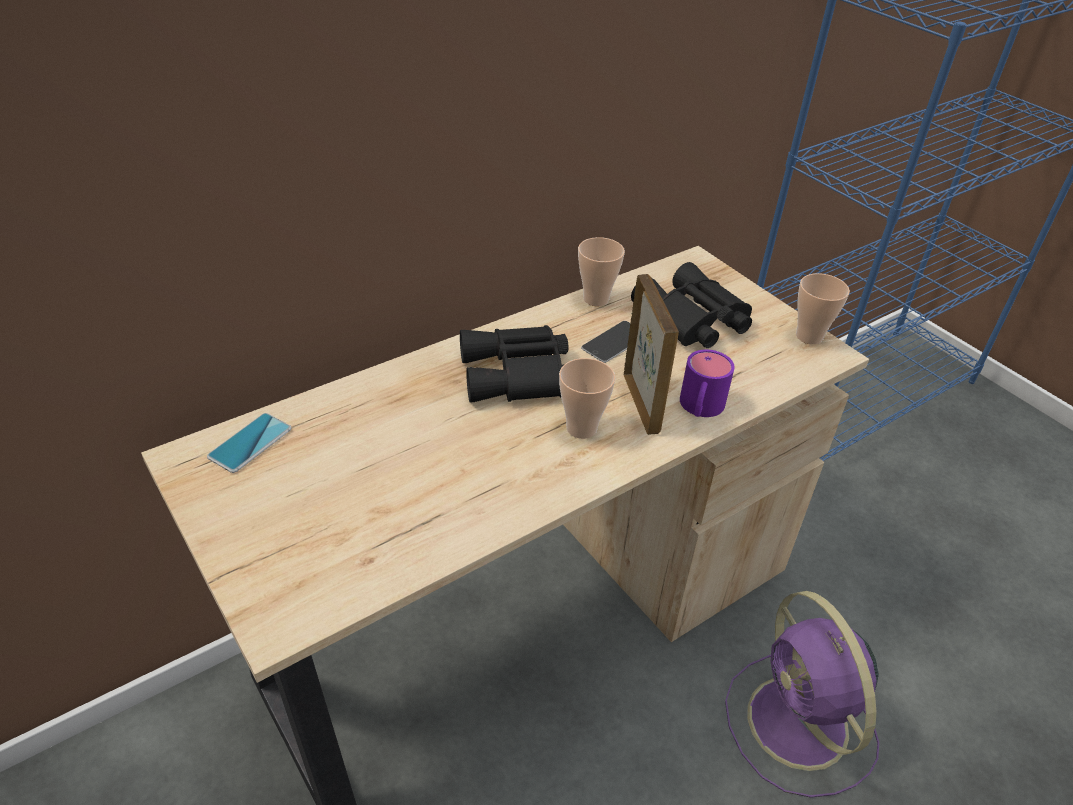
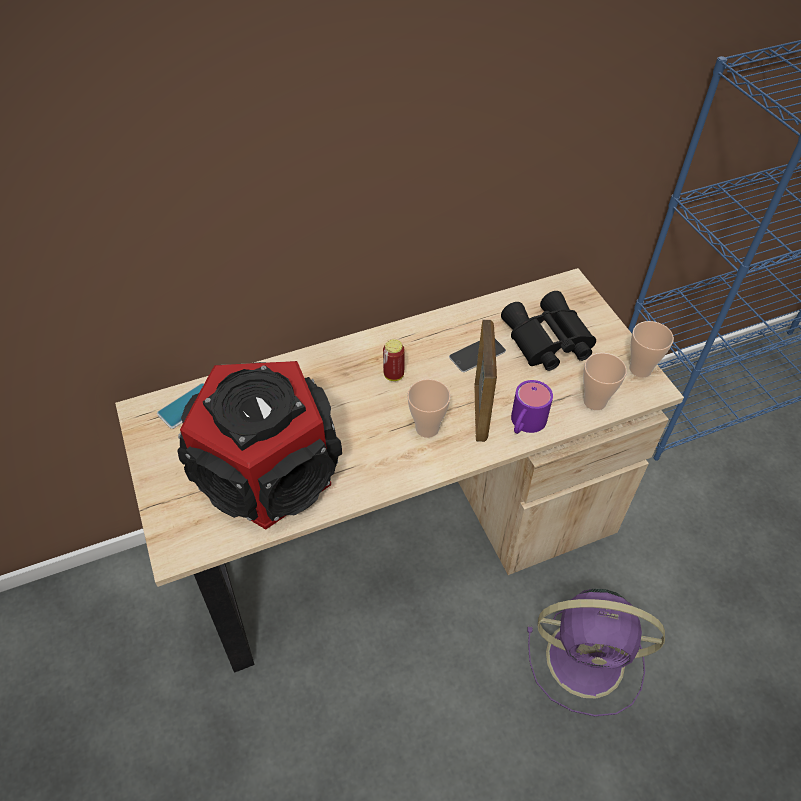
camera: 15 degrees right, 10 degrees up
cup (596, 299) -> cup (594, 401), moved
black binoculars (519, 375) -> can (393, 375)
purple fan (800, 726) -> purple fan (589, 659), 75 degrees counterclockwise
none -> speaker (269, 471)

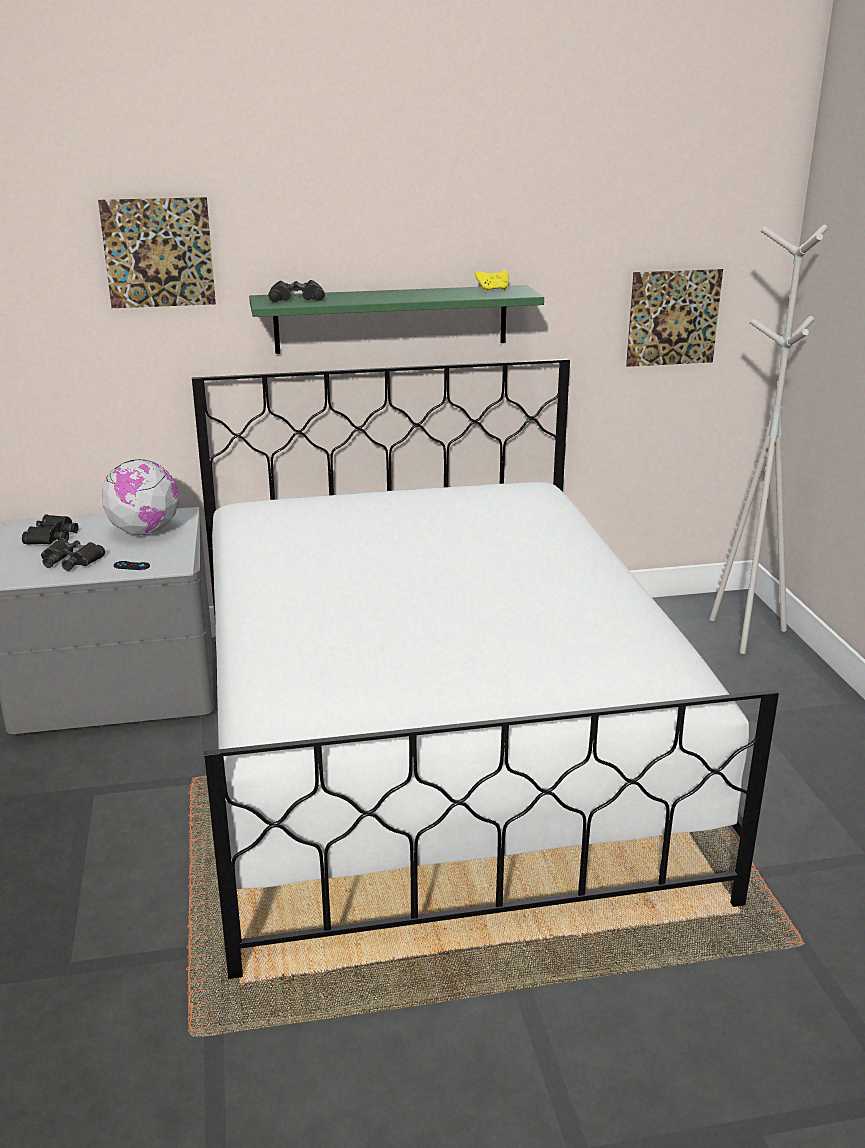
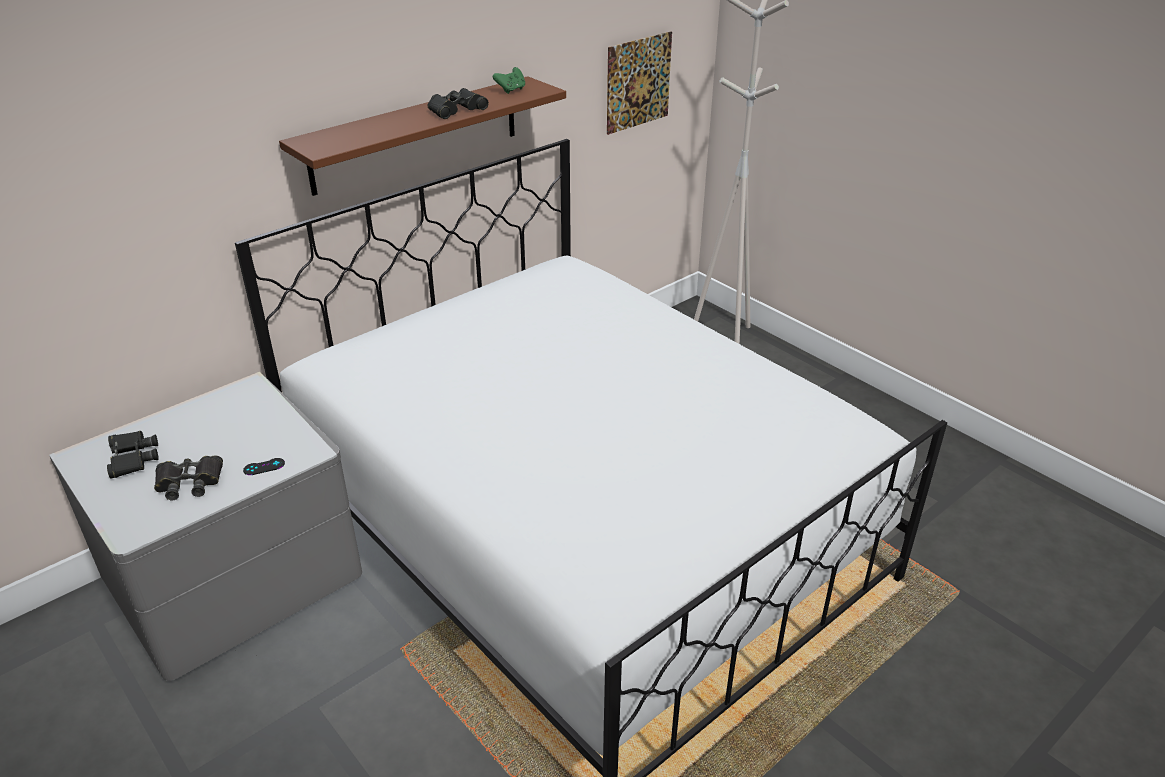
camera: 30 degrees left, 10 degrees up
picture (158, 253) -> none
yellow game controller (493, 291) -> green game controller (511, 90)
black binoculars (296, 298) -> black binoculars (456, 110), moved
green shelf (391, 319) -> brown shelf (416, 134)
globe (145, 531) -> none

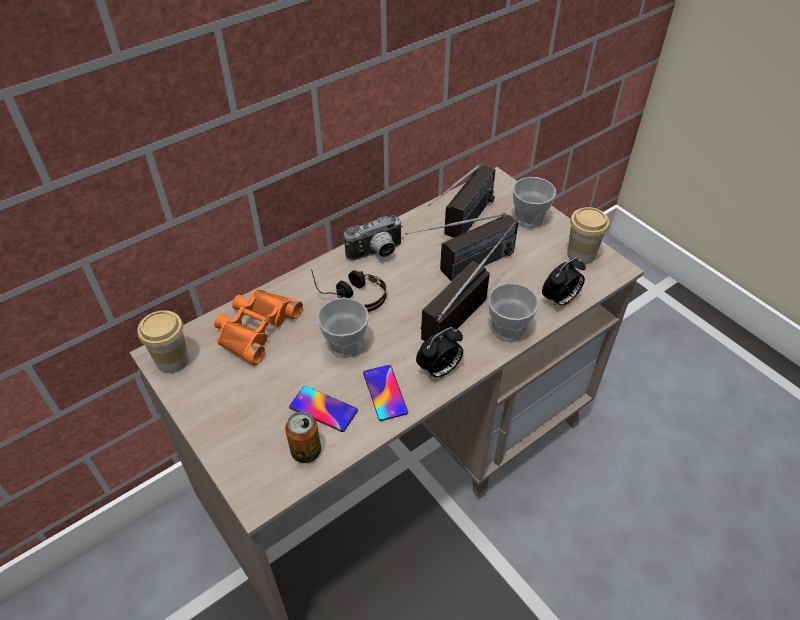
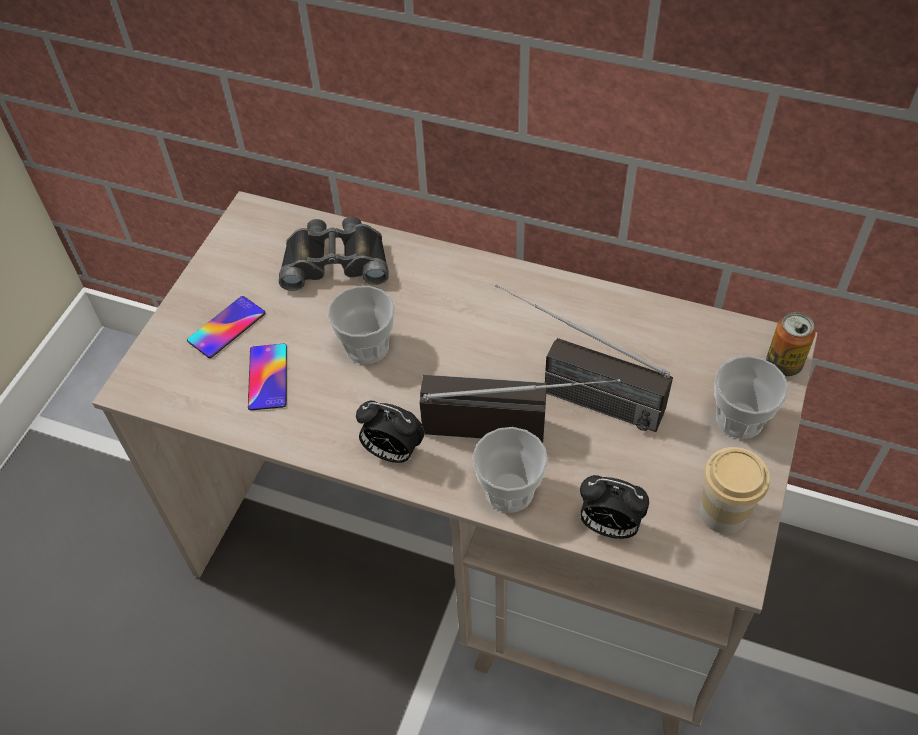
camera: 60 degrees right, 5 degrees up
radio (461, 228) -> none
photo camera (376, 254) -> none
headphones (350, 293) -> none
orange binoculars (255, 328) -> black binoculars (335, 260)
cup (172, 360) -> none
phone (385, 392) -> phone (226, 327), moved
can (306, 451) -> can (783, 364), moved

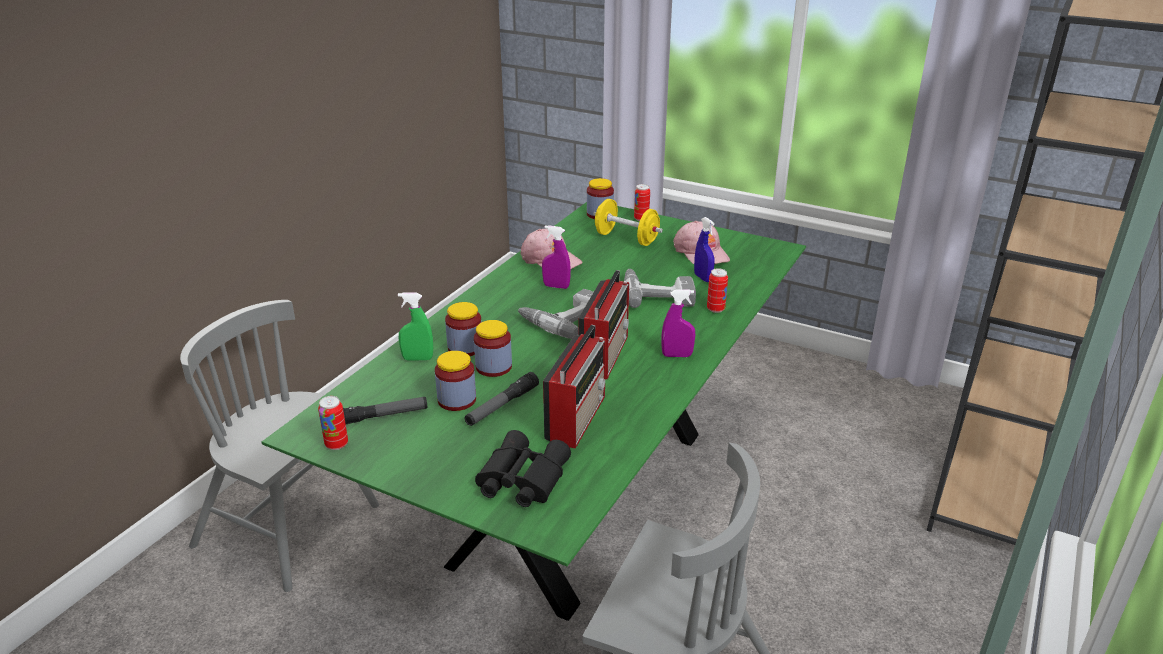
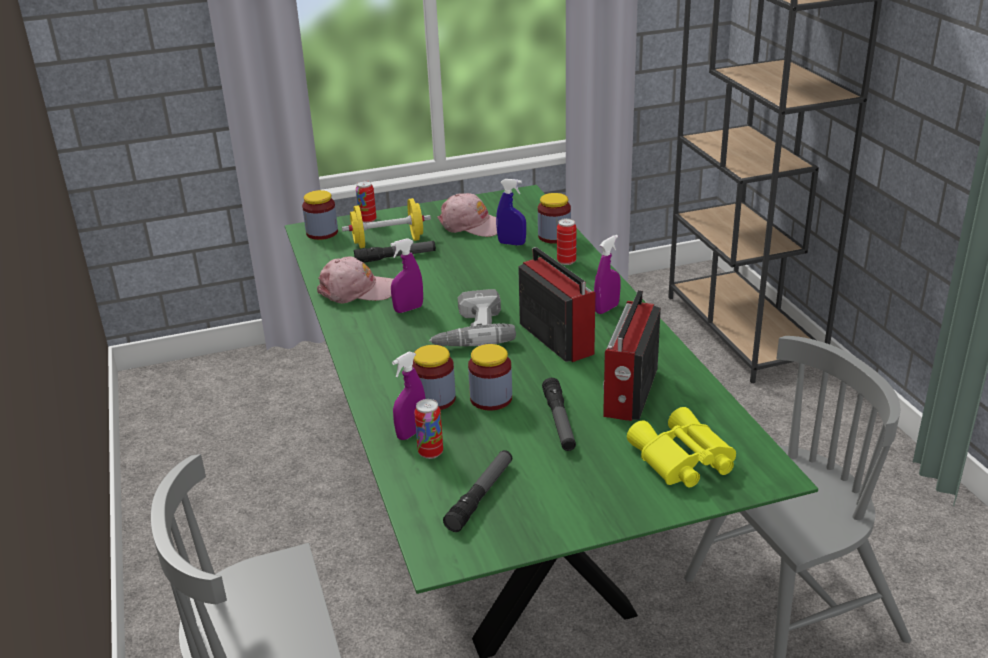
camera: 45 degrees left, 0 degrees up
power drill (657, 294) -> none
green spray bottle (417, 359) -> purple spray bottle (411, 433)
radio (577, 417) -> radio (629, 393), 135 degrees counterclockwise
jar (457, 400) -> jar (554, 236), moved
can (336, 444) -> can (430, 453), moved
black binoculars (520, 479) -> yellow binoculars (681, 460)
none -> flashlight (395, 257)

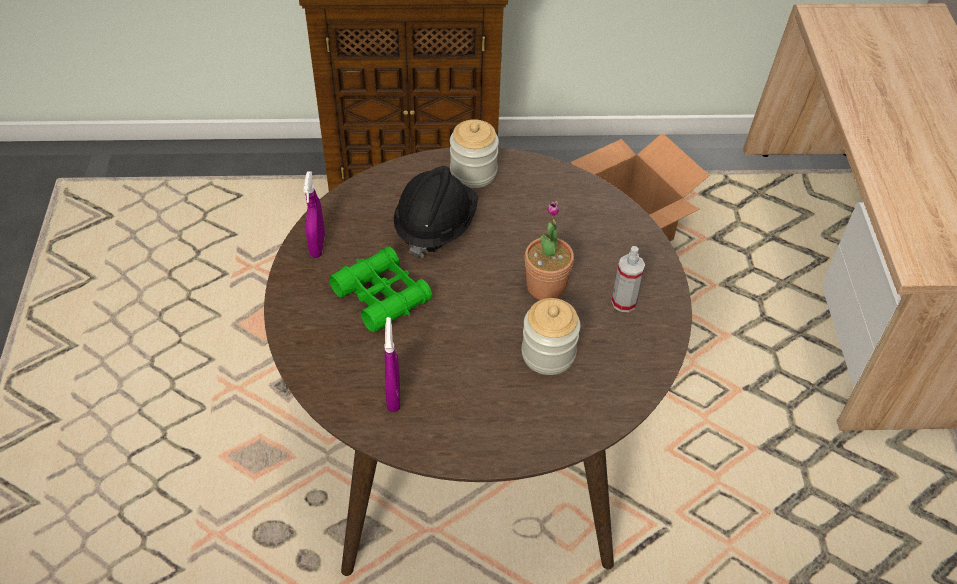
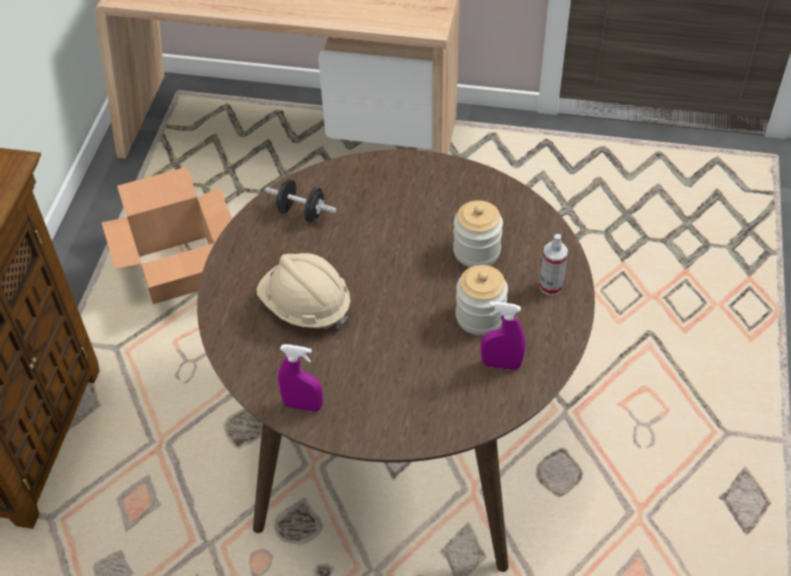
camera: 75 degrees left, 0 degrees up
jar (473, 172) -> jar (480, 316), moved
black hard hat (435, 226) -> beige hard hat (305, 306)
potted plant (546, 286) -> none
green binoculars (382, 296) -> none
spray bottle (624, 302) -> spray bottle (550, 286), moved
none -> black dumbbell (301, 212)

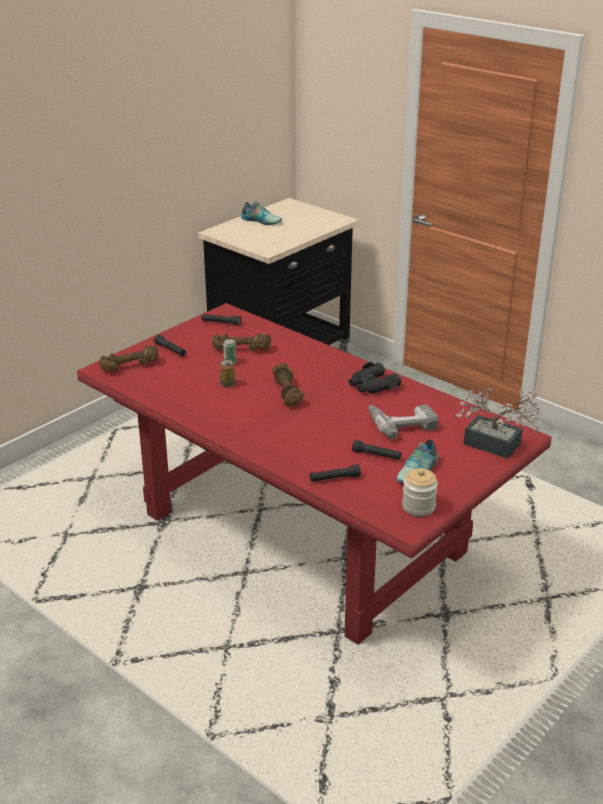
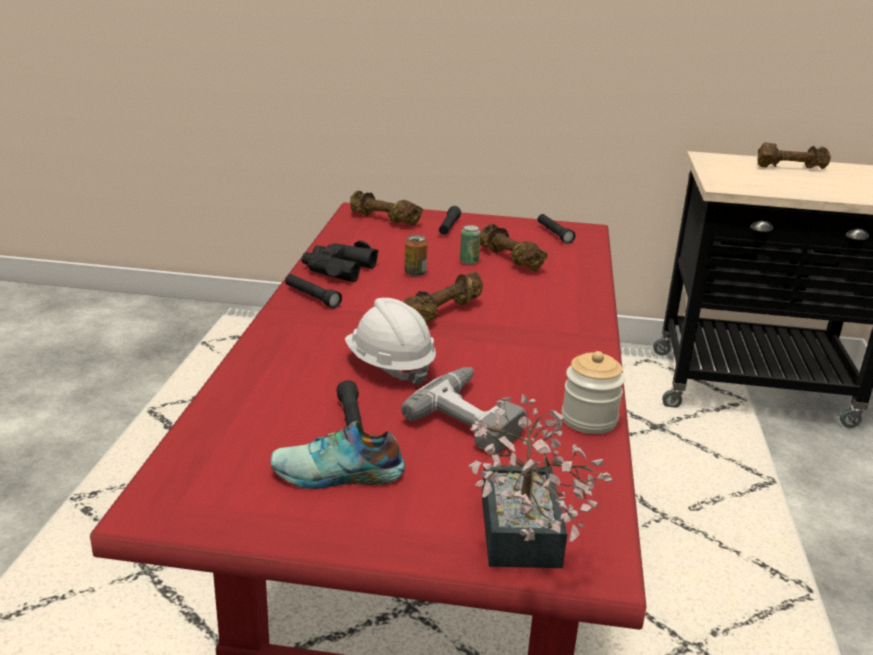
camera: 55 degrees right, 5 degrees down
shoe (261, 220) -> brown dumbbell (790, 167)
black binoculars (372, 385) -> black binoculars (337, 269), moved
black flashlight (335, 478) -> black flashlight (312, 297), moved
jar (418, 507) -> jar (589, 420), moved
none -> white hard hat (390, 366)

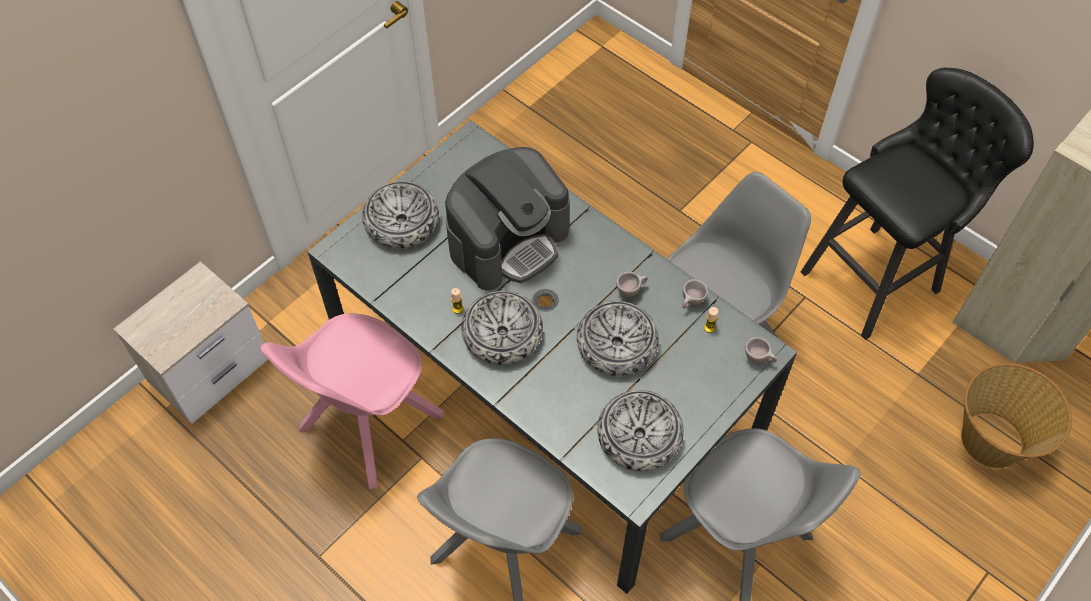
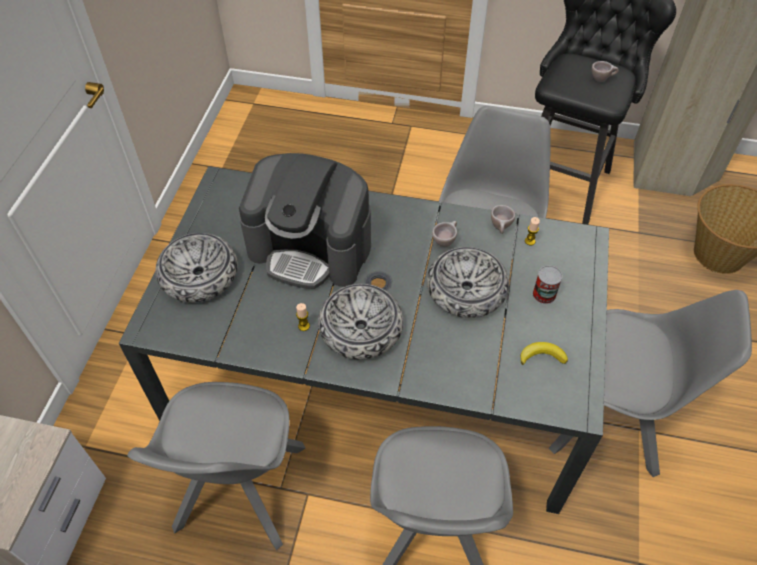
camera: 30 degrees left, 5 degrees down
coffee machine (508, 241) -> coffee machine (311, 248), 90 degrees clockwise
pink chair (368, 424) -> grey chair (239, 490)
beige cup (759, 359) -> beige cup (602, 79), moved
bowl (639, 435) -> banana (542, 356)
none -> can (544, 294)

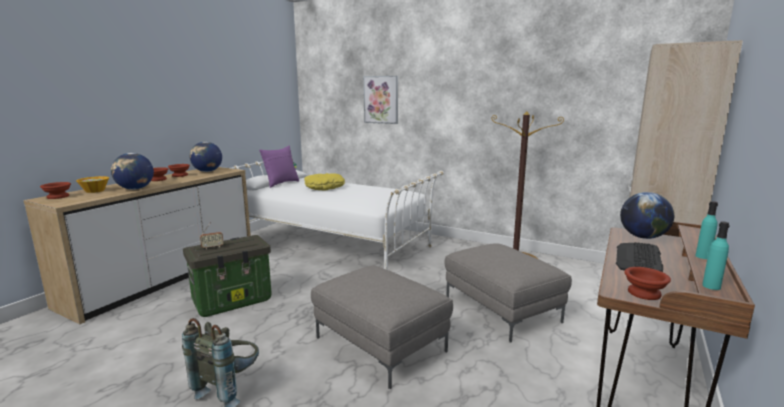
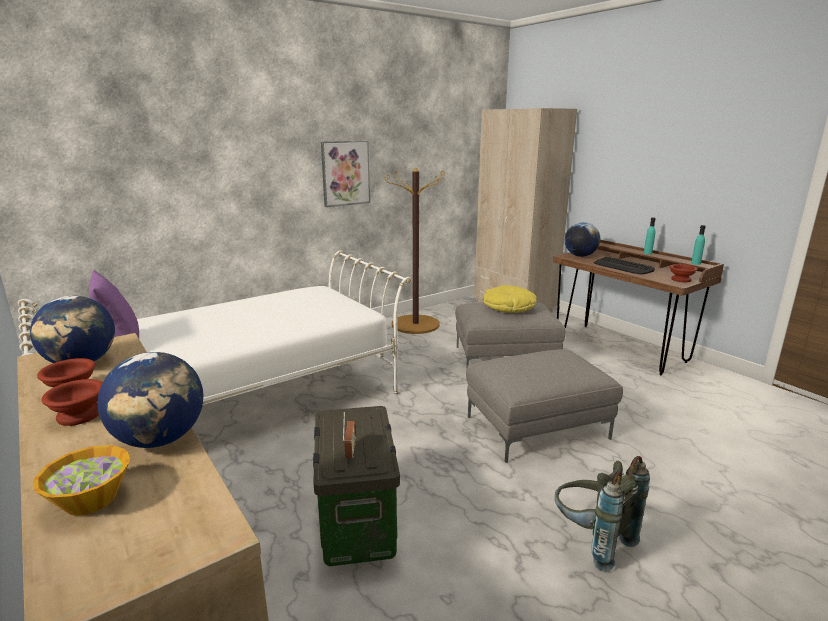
camera: 65 degrees left, 5 degrees up
picture (381, 99) -> picture (345, 173), moved
yellow pillow (324, 187) -> yellow pillow (508, 307), moved
brown bowl (58, 196) -> none

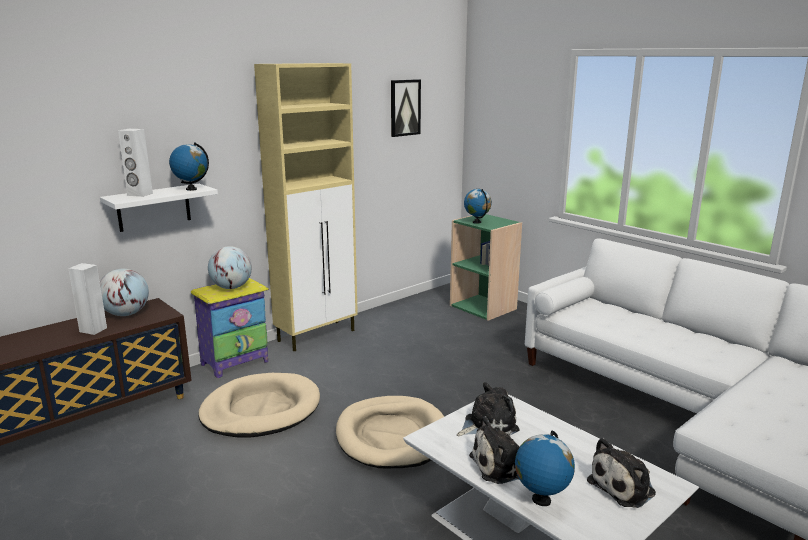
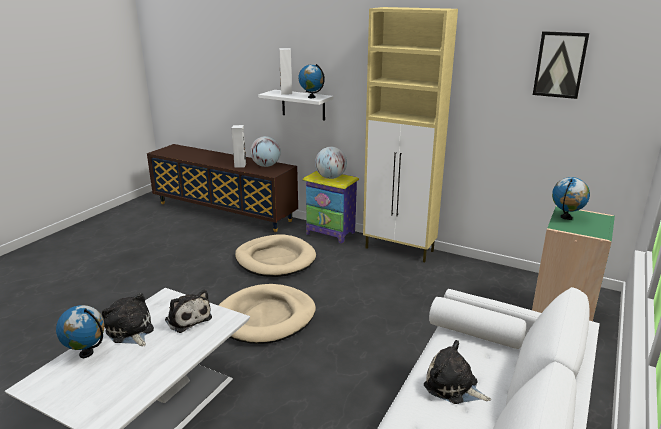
camera: 70 degrees right, 5 degrees up
plush toy (624, 487) -> plush toy (453, 386), moved

